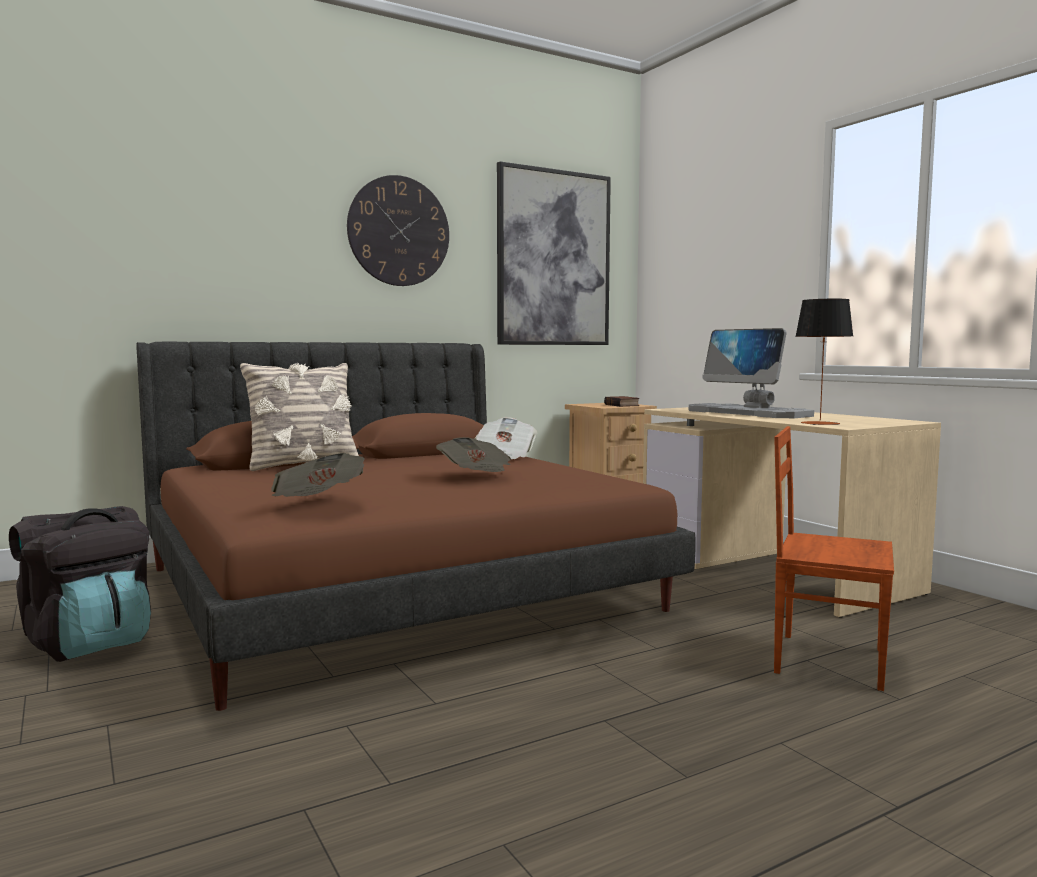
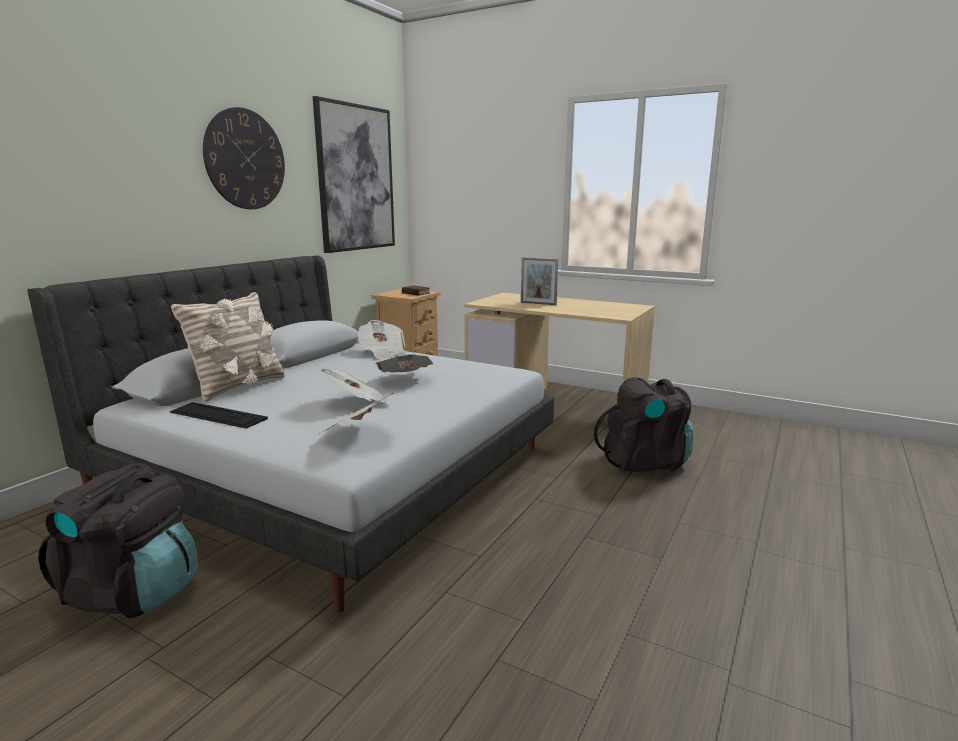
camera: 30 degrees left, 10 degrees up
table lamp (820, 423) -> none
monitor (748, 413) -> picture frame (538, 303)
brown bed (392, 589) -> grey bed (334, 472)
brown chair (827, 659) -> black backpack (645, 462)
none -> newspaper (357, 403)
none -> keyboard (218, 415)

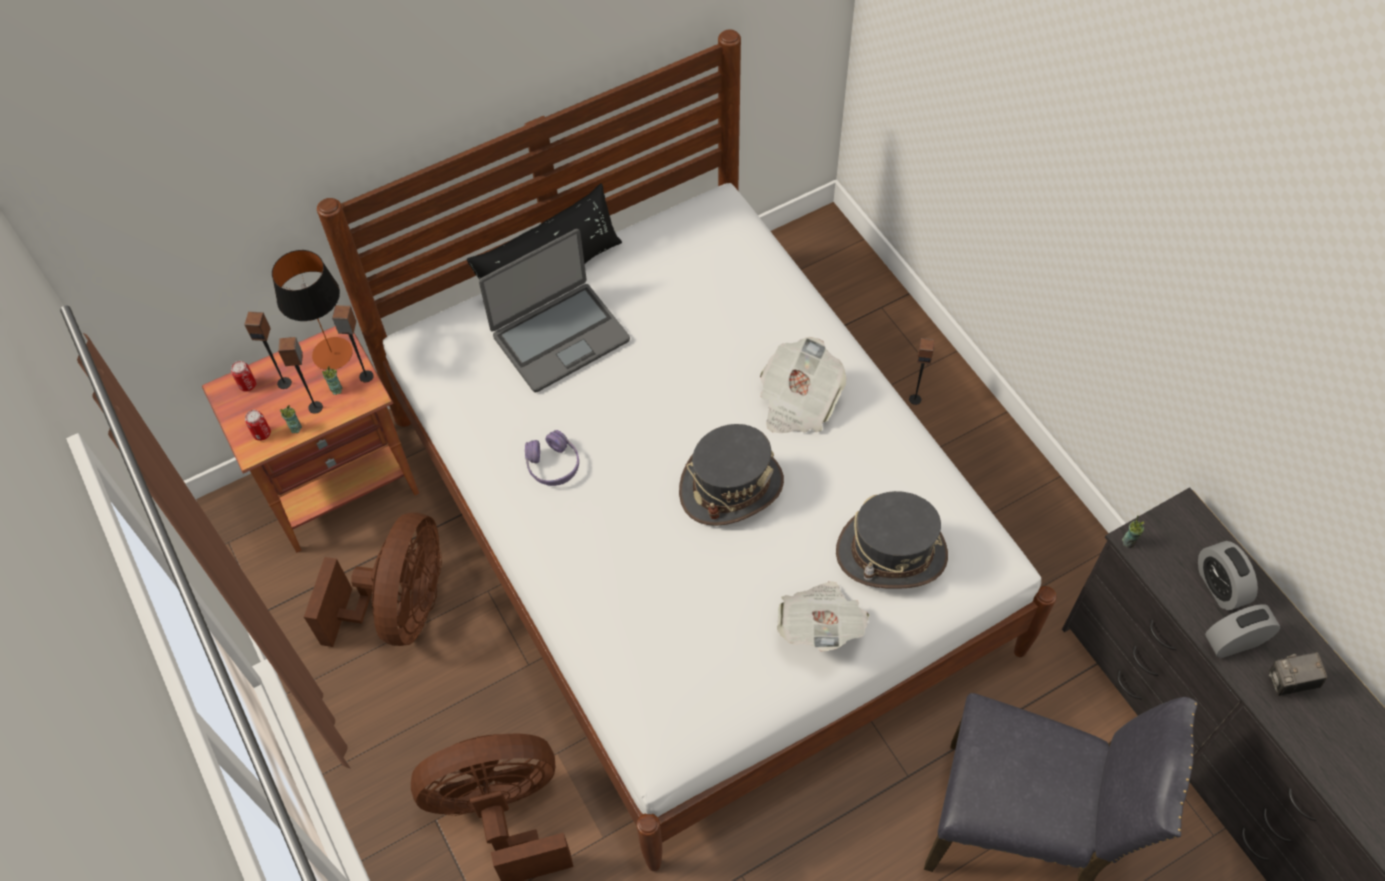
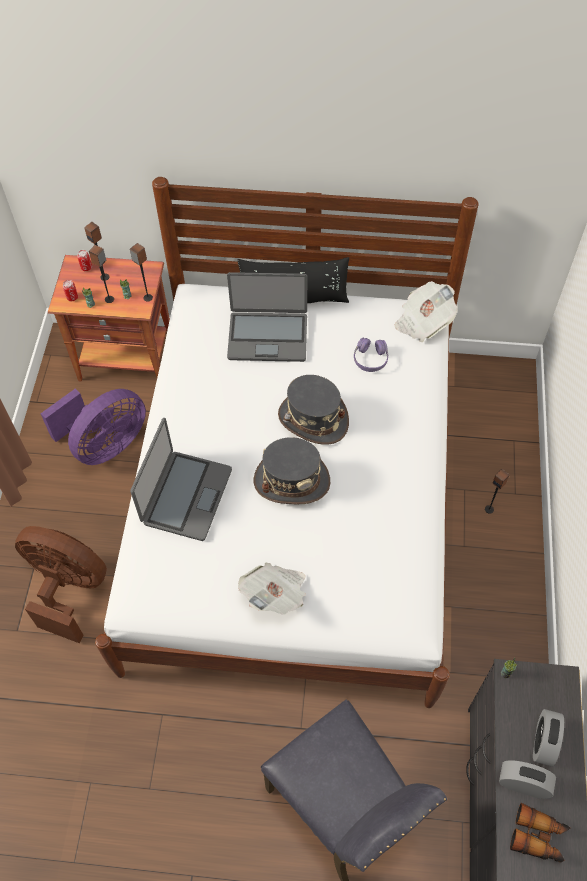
camera: 35 degrees right, 0 degrees up
table lamp (332, 353) -> none
newspaper (798, 401) -> newspaper (423, 321), moved
purple headphones (553, 465) -> purple headphones (370, 359), moved
grey hat (891, 553) -> grey hat (313, 419), moved
brown fan (402, 608) -> purple fan (105, 444)
photo camera (1289, 683) -> binoculars (538, 837)
none -> laptop (186, 496)

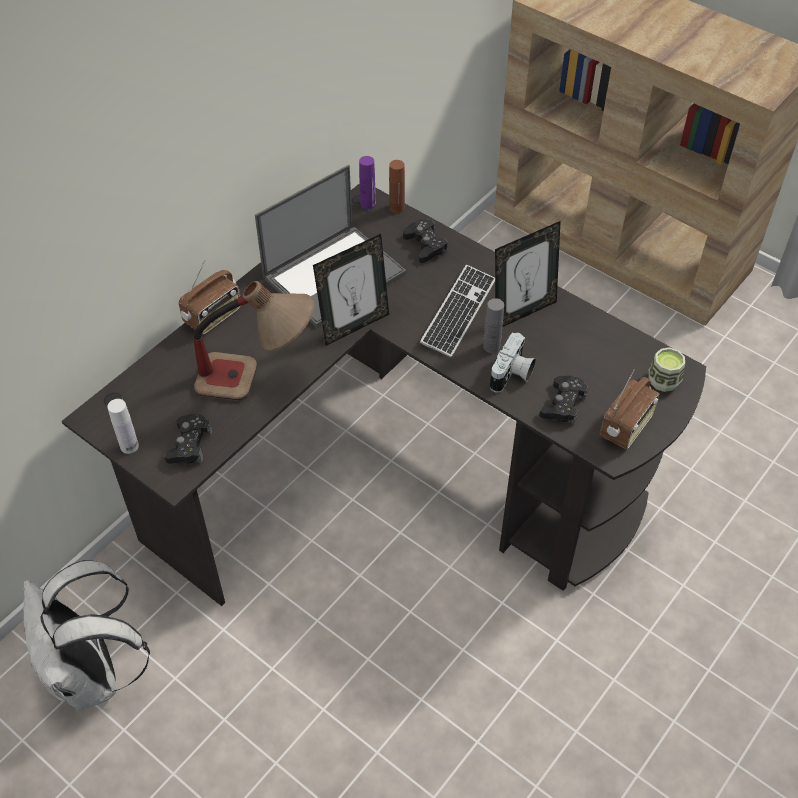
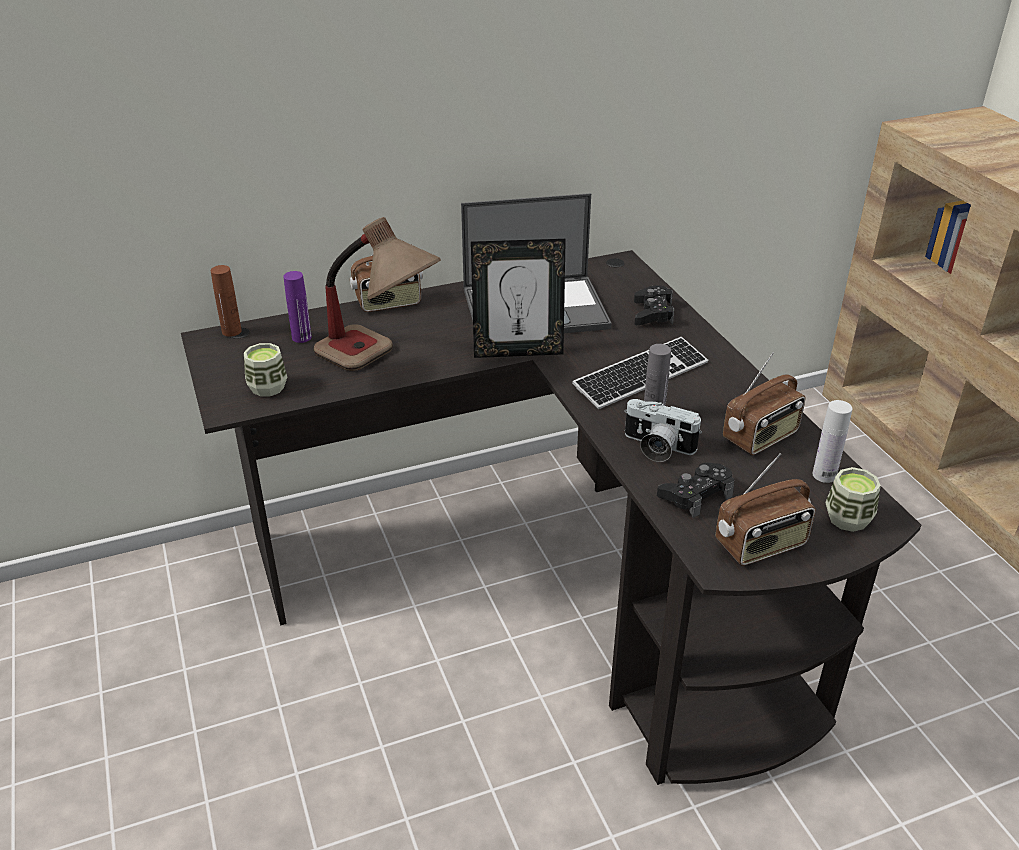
camera: 30 degrees right, 15 degrees down
purple bottle (367, 204) -> purple bottle (301, 337), moved
brown bottle (397, 207) -> brown bottle (231, 331), moved
picture frame (522, 312) -> none
photo camera (512, 375) -> photo camera (656, 447), 60 degrees clockwise
white bottle (129, 446) -> white bottle (824, 475), moved
black game controller (189, 444) -> cup (268, 387)
white backpack (94, 675) -> none
none -> radio (761, 438)

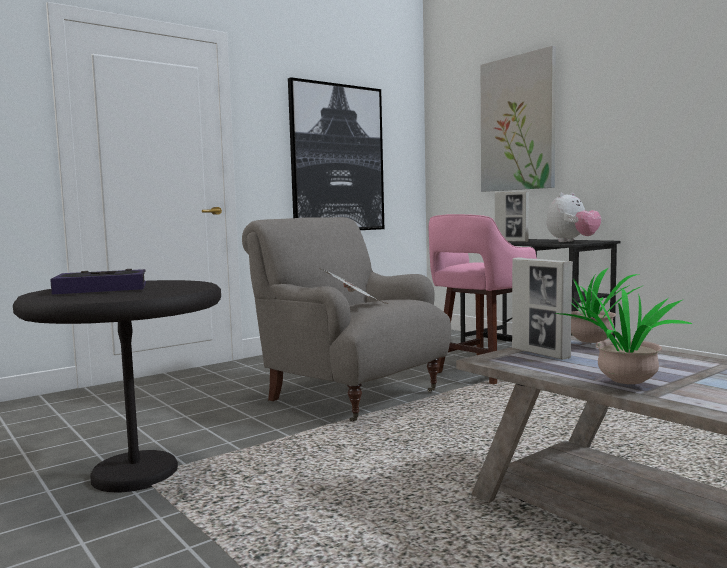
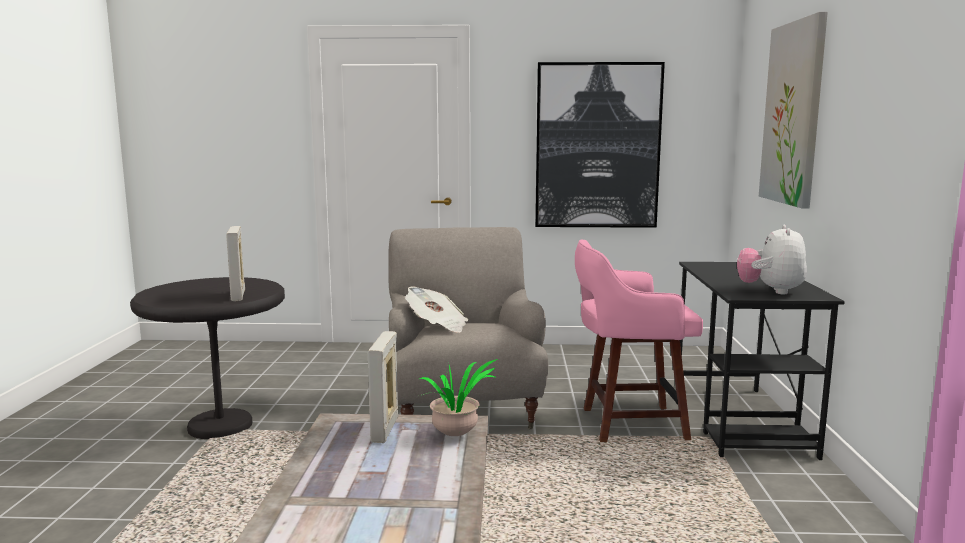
camera: 40 degrees right, 5 degrees up
picture frame (511, 241) -> picture frame (238, 296), moved
plush toy (572, 241) -> plush toy (770, 291), 105 degrees clockwise
book (102, 289) -> none
potted plant (625, 384) -> none

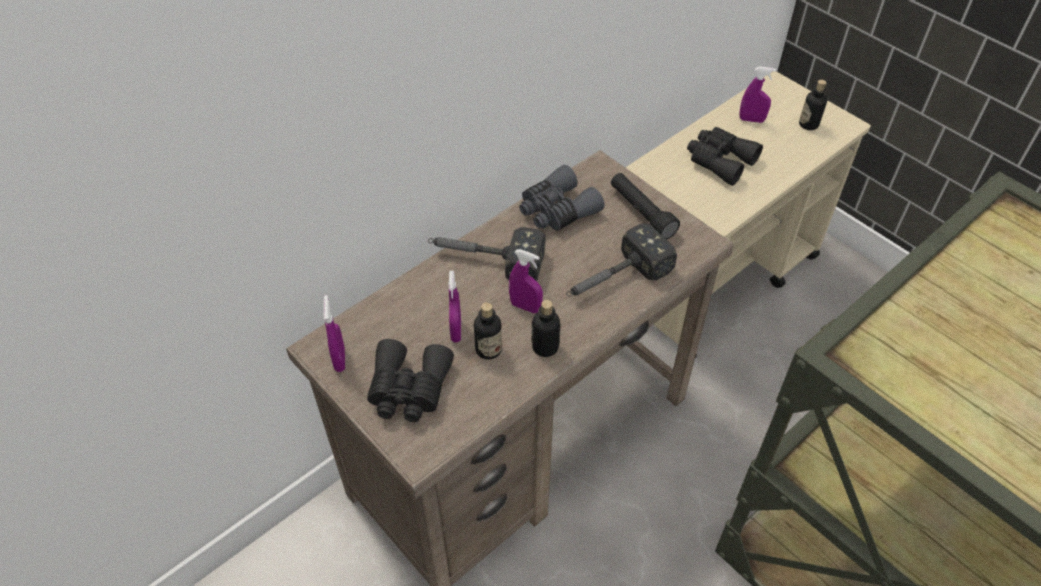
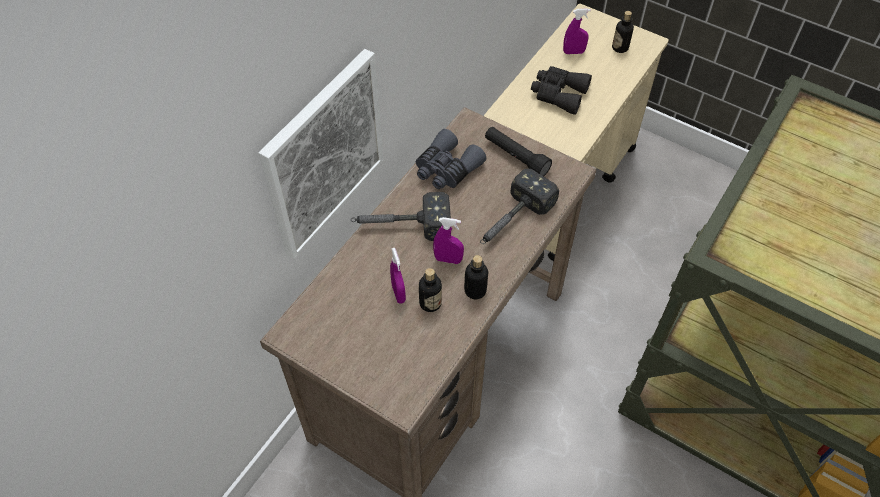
camera: 15 degrees left, 5 degrees up
purple spray bottle (340, 359) -> none
black binoculars (408, 390) -> none
none -> picture (323, 154)

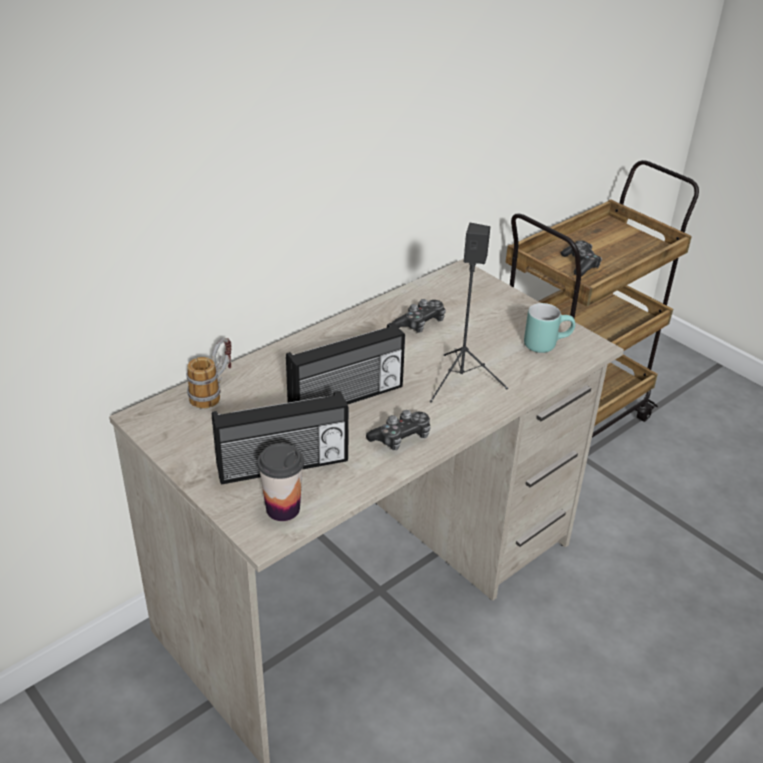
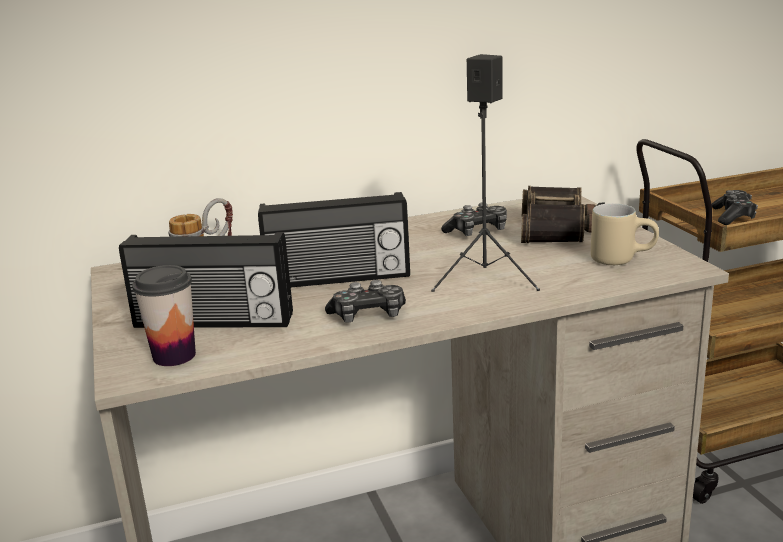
camera: 25 degrees right, 15 degrees down
turquoise mug (546, 343) -> beige mug (622, 259)
none -> binoculars (560, 229)

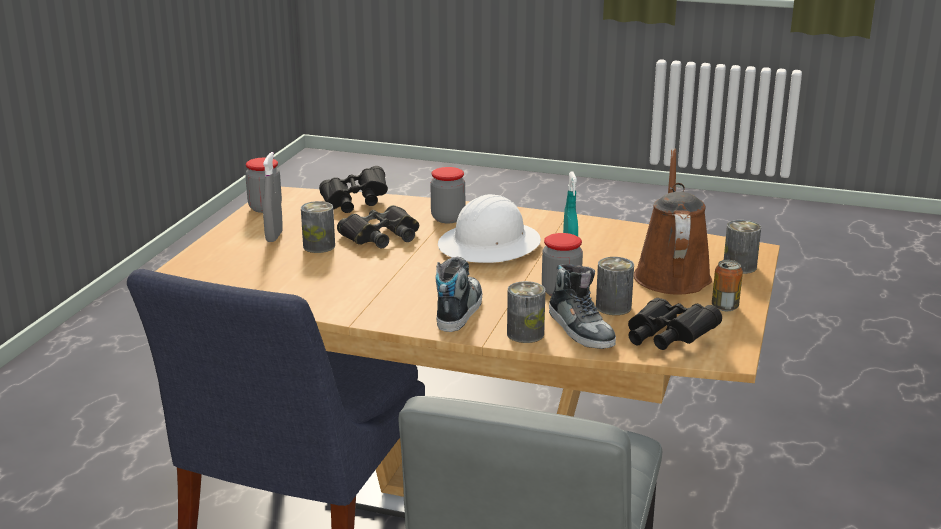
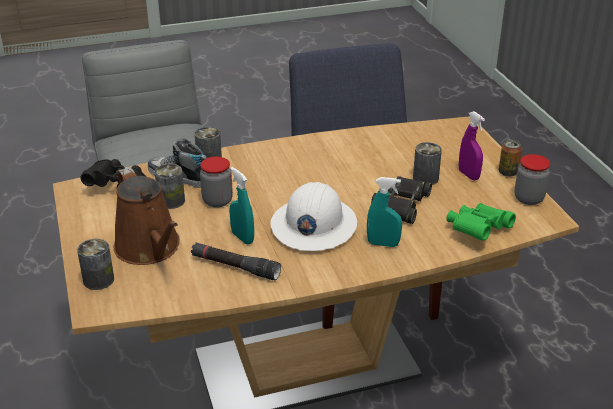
camera: 145 degrees right, 10 degrees up
grey spray bottle (274, 236) -> purple spray bottle (468, 175)
black binoculars (355, 204) -> green binoculars (477, 231)
jar (448, 218) -> turquoise spray bottle (383, 244)
shoe (458, 310) -> none
can (725, 307) -> can (508, 172), moved
none -> black flashlight (235, 267)

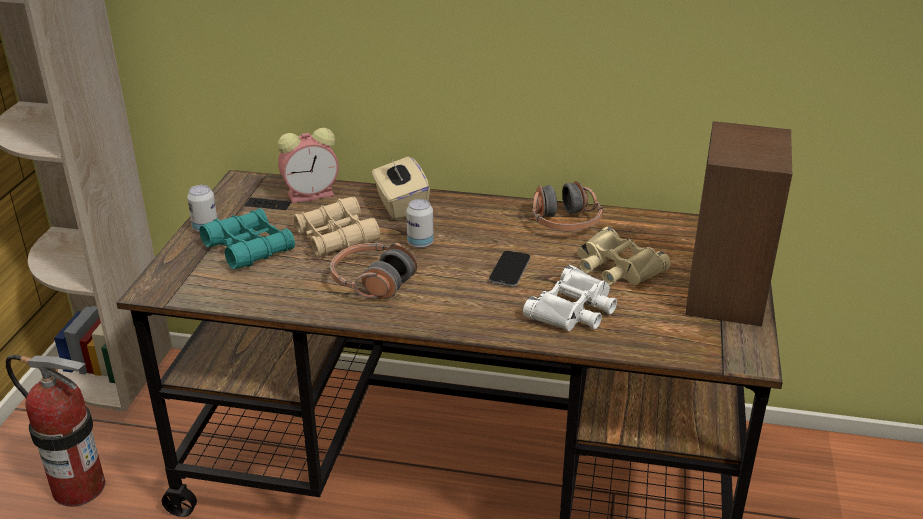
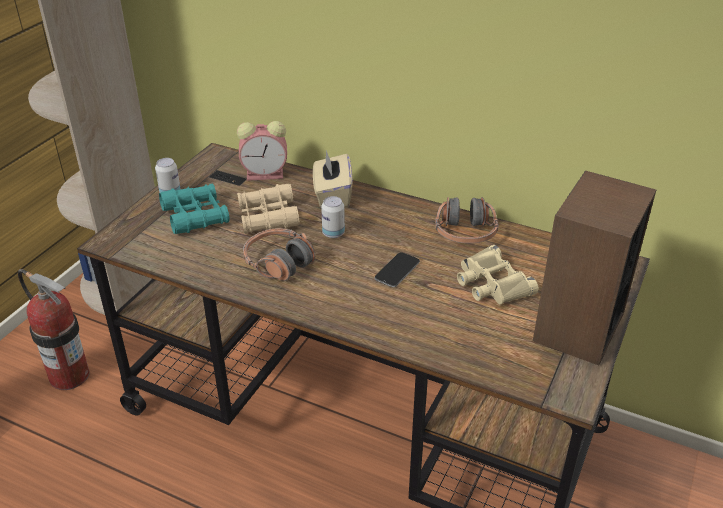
camera: 15 degrees right, 5 degrees up
white binoculars (574, 309) -> none

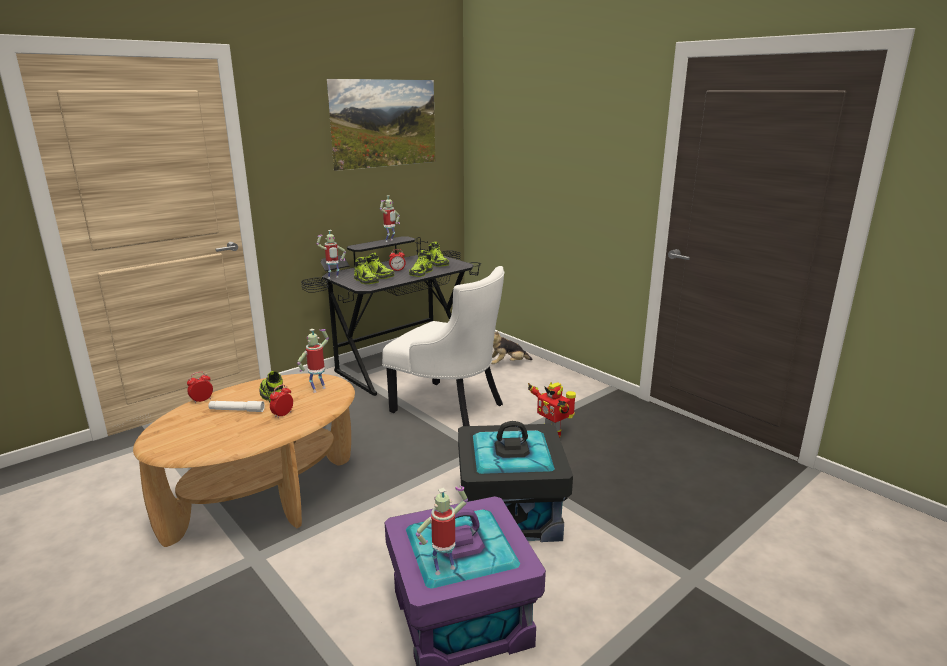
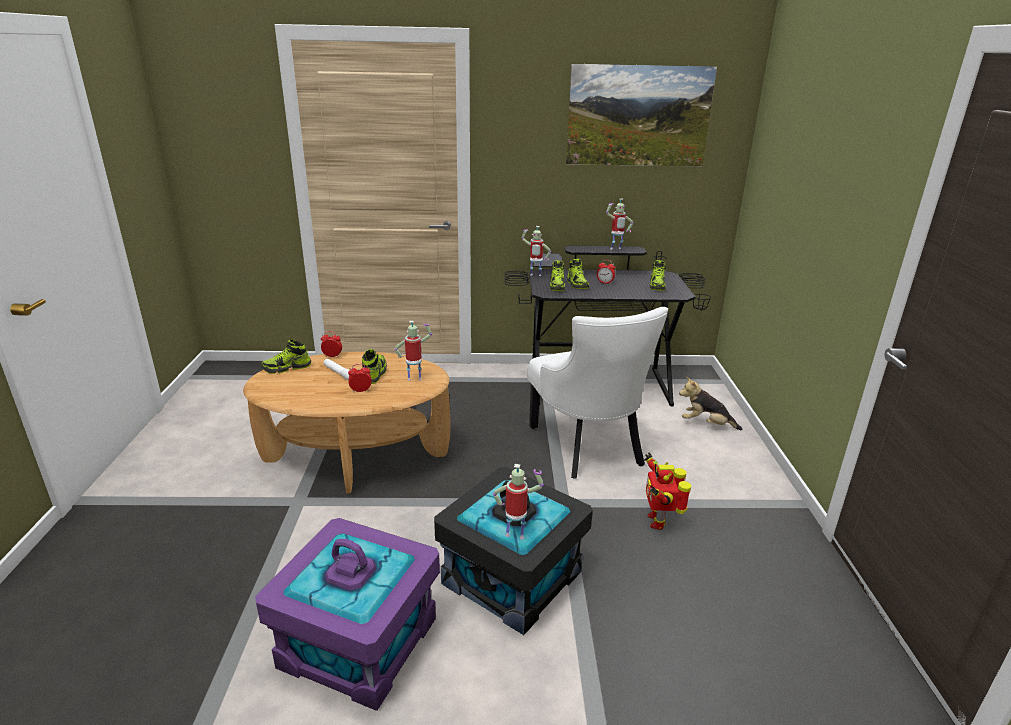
camera: 40 degrees right, 5 degrees up
shoe (421, 273) -> shoe (287, 368), moved
toy robot (444, 568) -> toy robot (515, 534), moved

